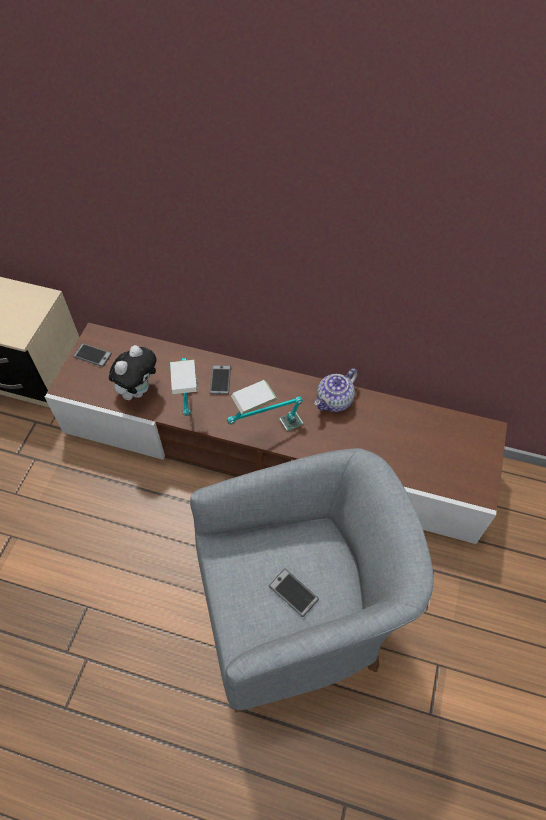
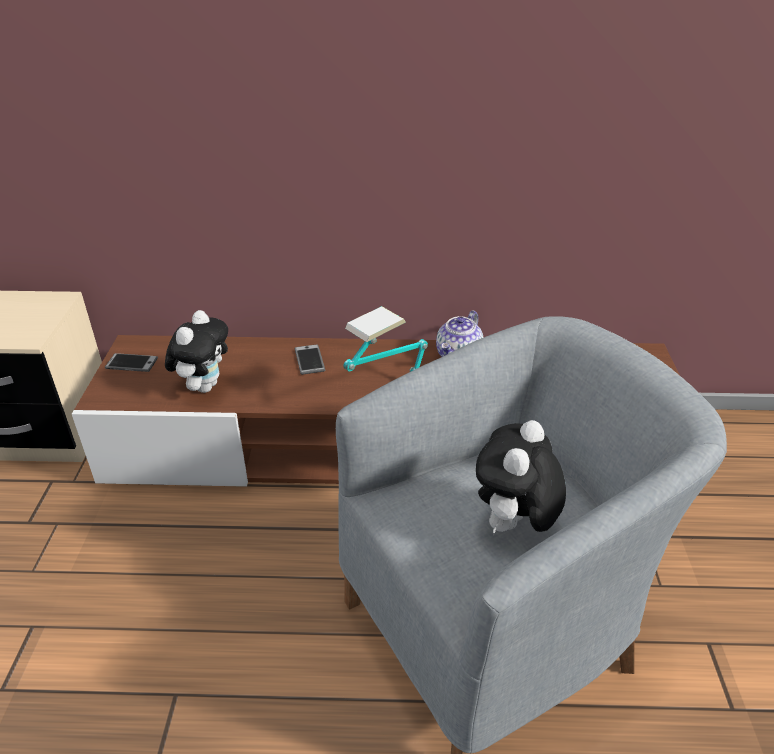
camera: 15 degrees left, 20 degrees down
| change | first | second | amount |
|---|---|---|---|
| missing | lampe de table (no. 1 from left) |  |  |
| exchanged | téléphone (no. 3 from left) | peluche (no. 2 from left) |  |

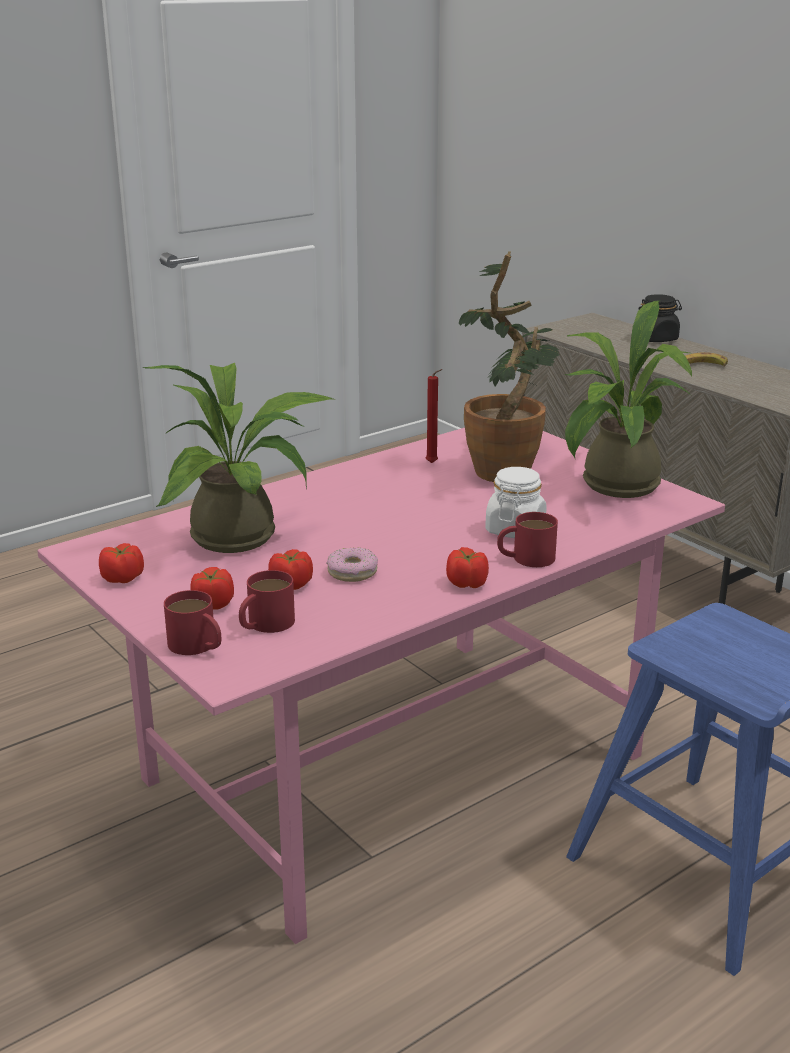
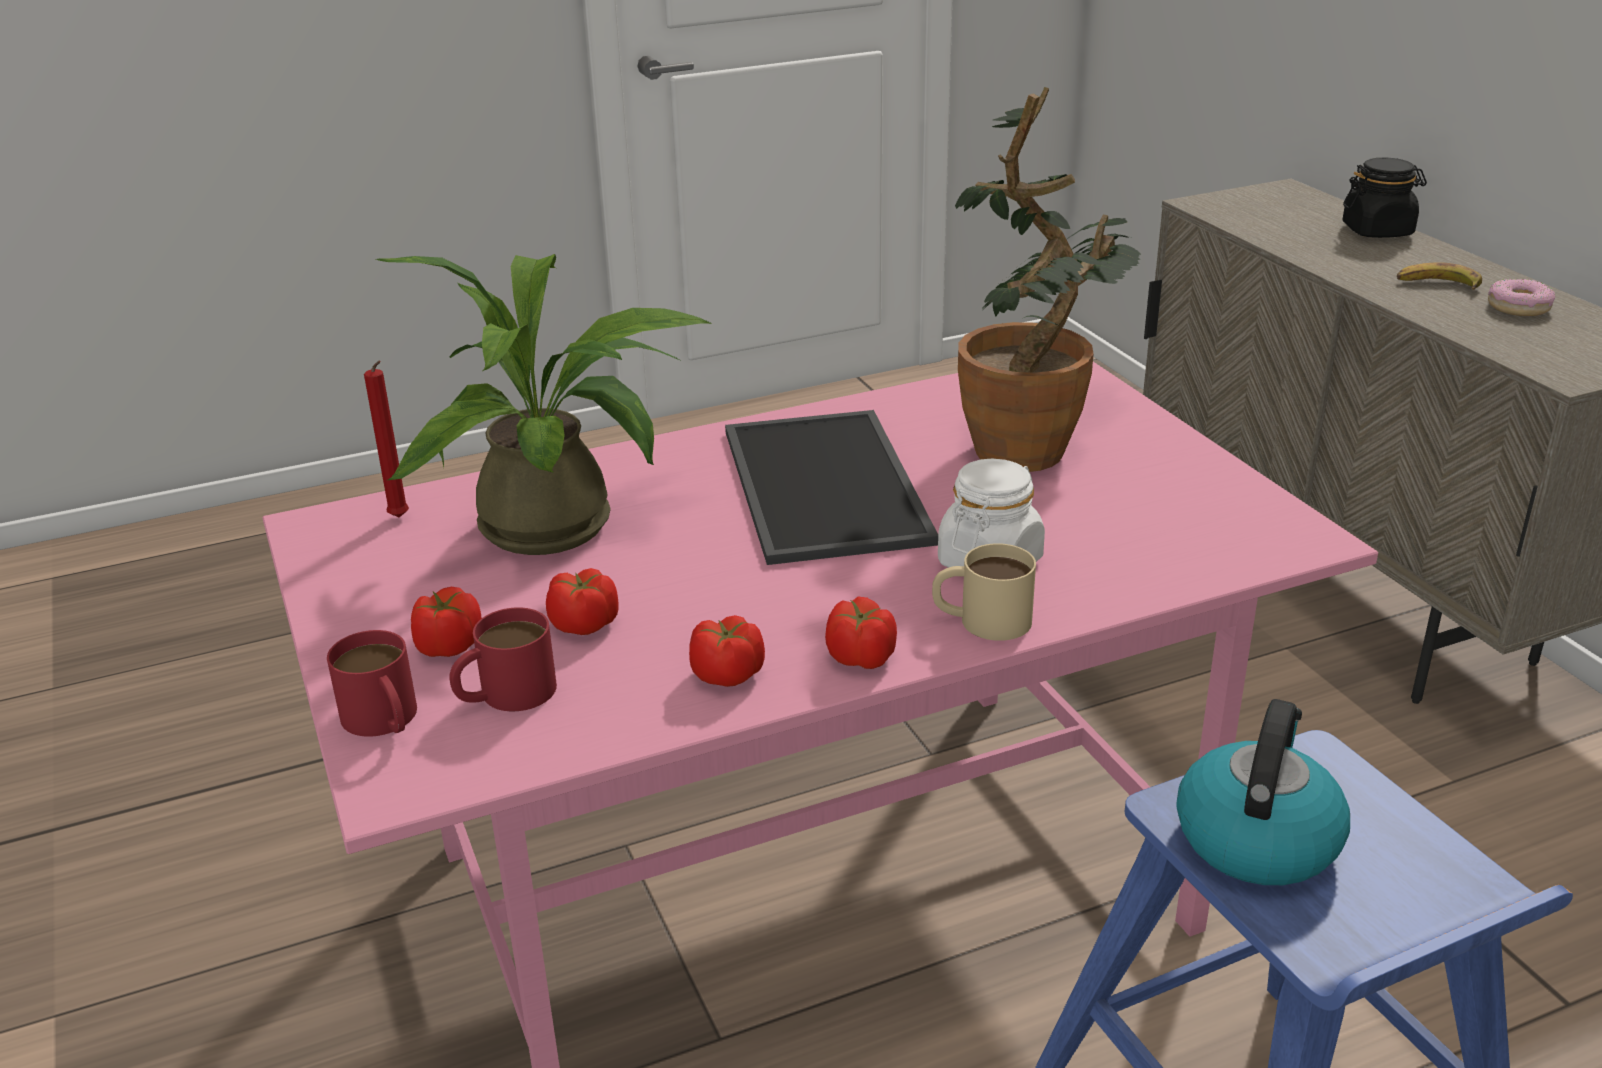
camera: 15 degrees right, 5 degrees up
| change | first | second | amount |
|---|---|---|---|
| missing | plante en pot (no. 3 from left) |  |  |
| relocated | bougie [rouge] |  |  |
| colour | mug [rouge] (no. 3 from left) | mug [beige] |  |
| relocated | tomate (no. 1 from left in the first image) | tomate (no. 3 from left) |  |
| relocated | beignet |  |  |
| appeared |  | plateau |  |
| appeared |  | bouilloire |  |

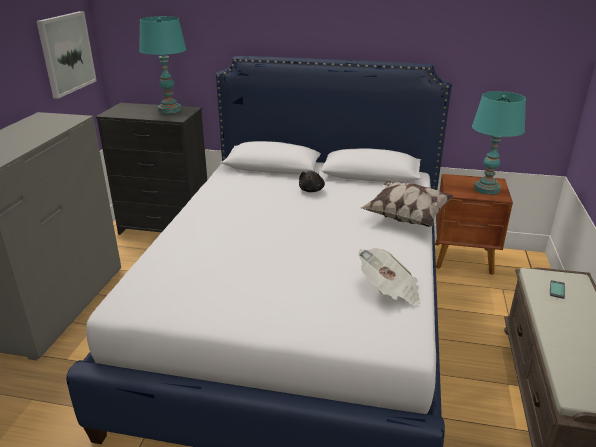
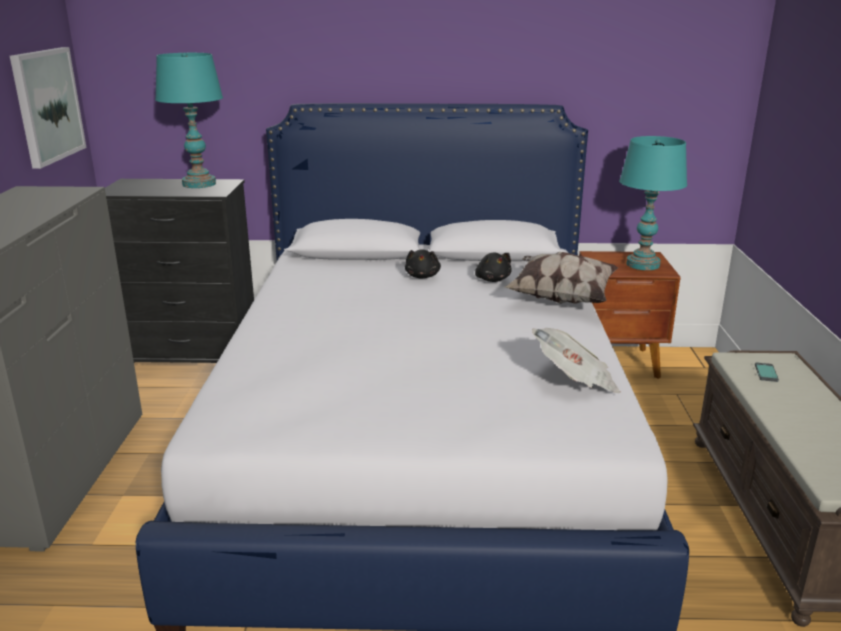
camera: 10 degrees left, 5 degrees down
| change | first | second | amount |
|---|---|---|---|
| appeared |  | peluche [noir] (no. 2 from left) |  |

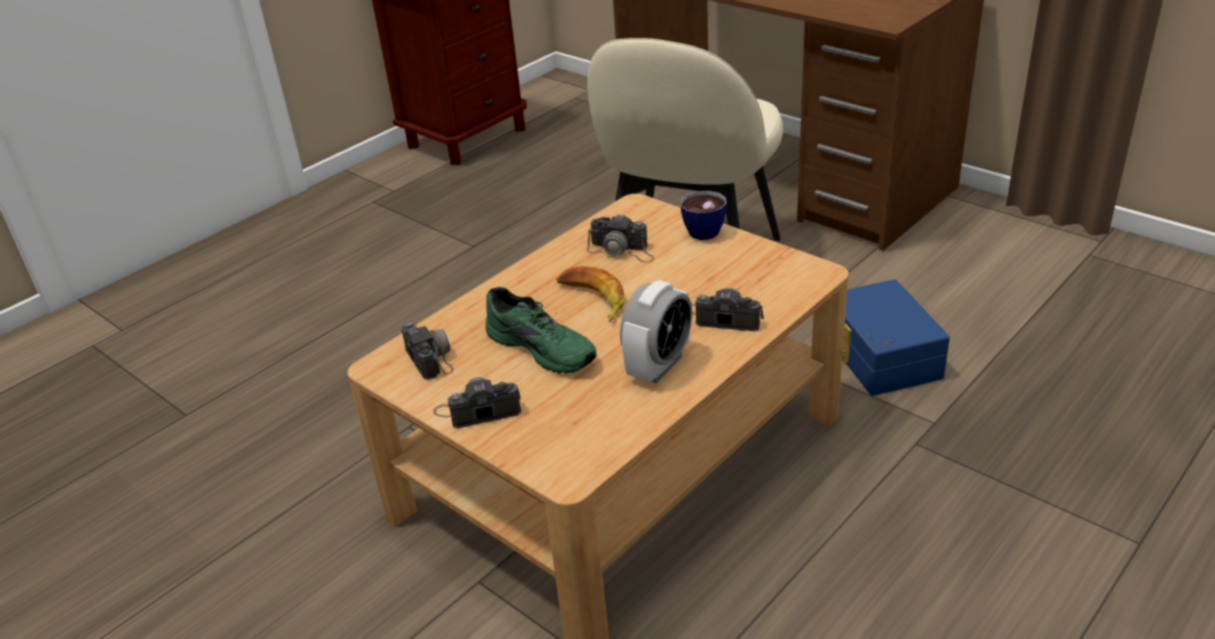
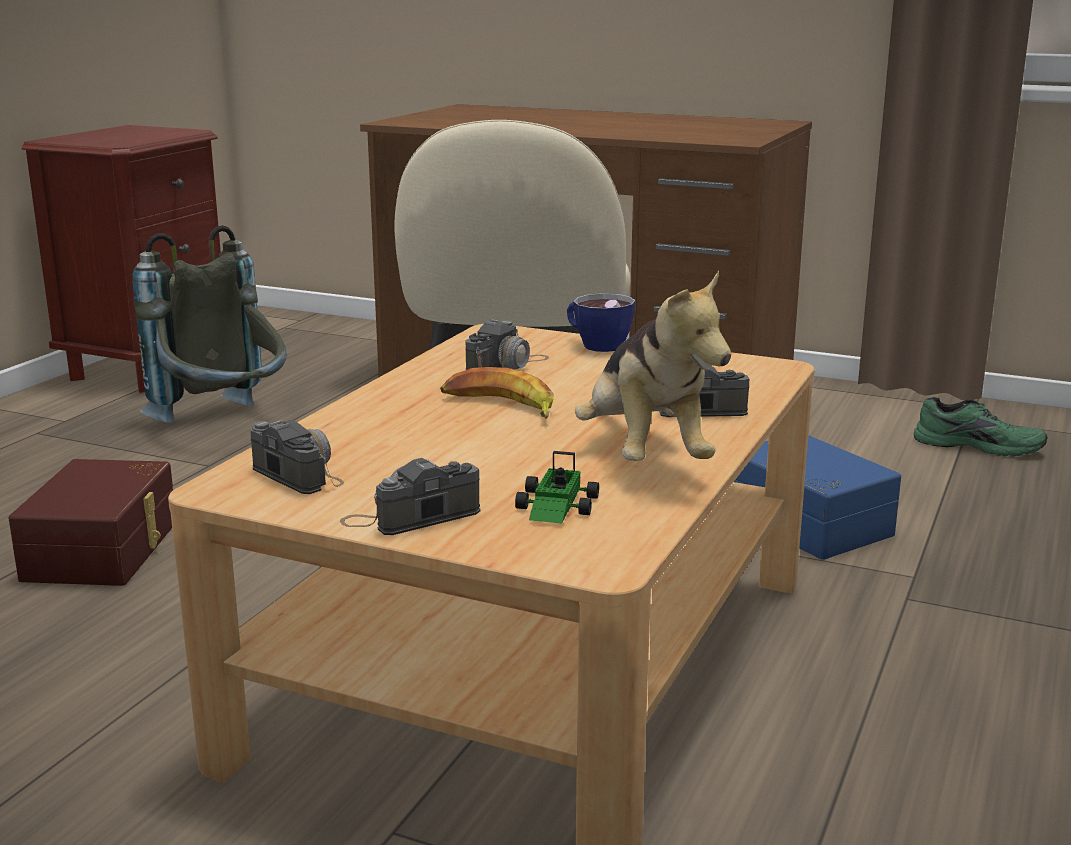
camera: 20 degrees left, 15 degrees down
| change | first | second | amount |
|---|---|---|---|
| spun | appareil photo (no. 3 from left) |  | 60 degrees counterclockwise |
| exchanged | réveil | peluche |  |
| relocated | chaussure [vert] |  |  |
| appeared |  | sac à dos [gris] |  |
| appeared |  | petite voiture |  |
| appeared |  | boîte de rangement [marron] |  |

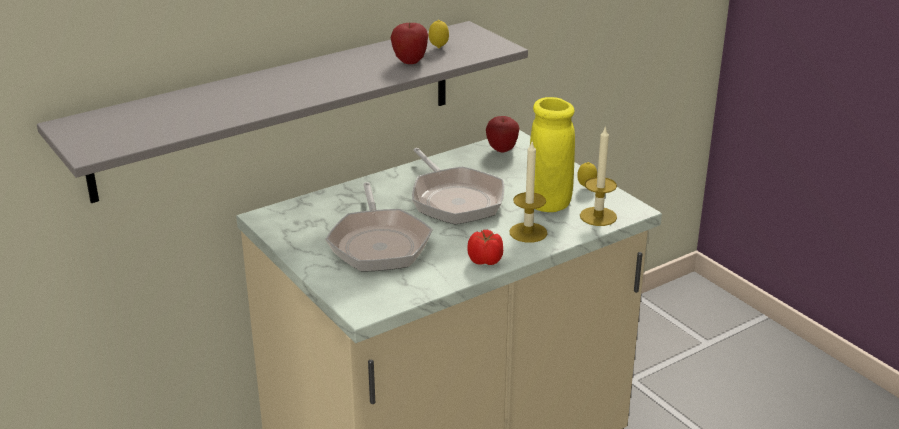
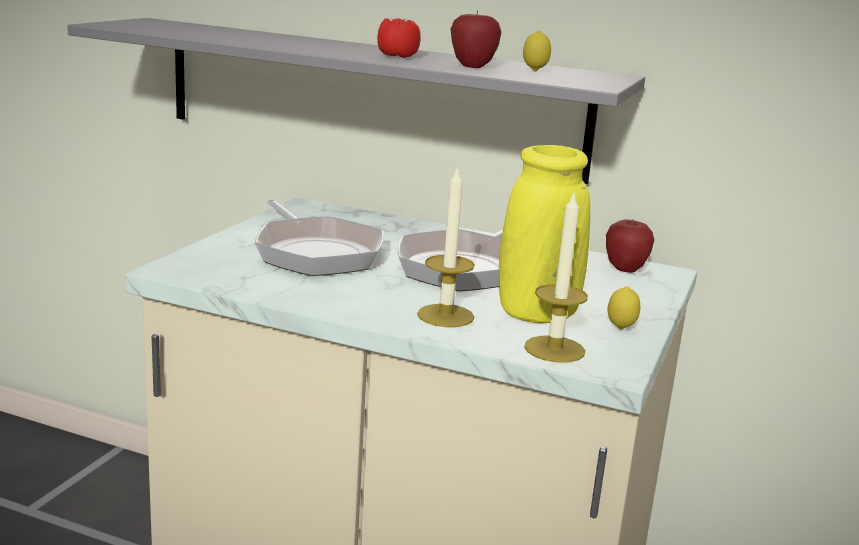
camera: 55 degrees right, 10 degrees down
| change | first | second | amount |
|---|---|---|---|
| spun | poêle (no. 1 from left) |  | 75 degrees counterclockwise |
| relocated | tomate |  |  |

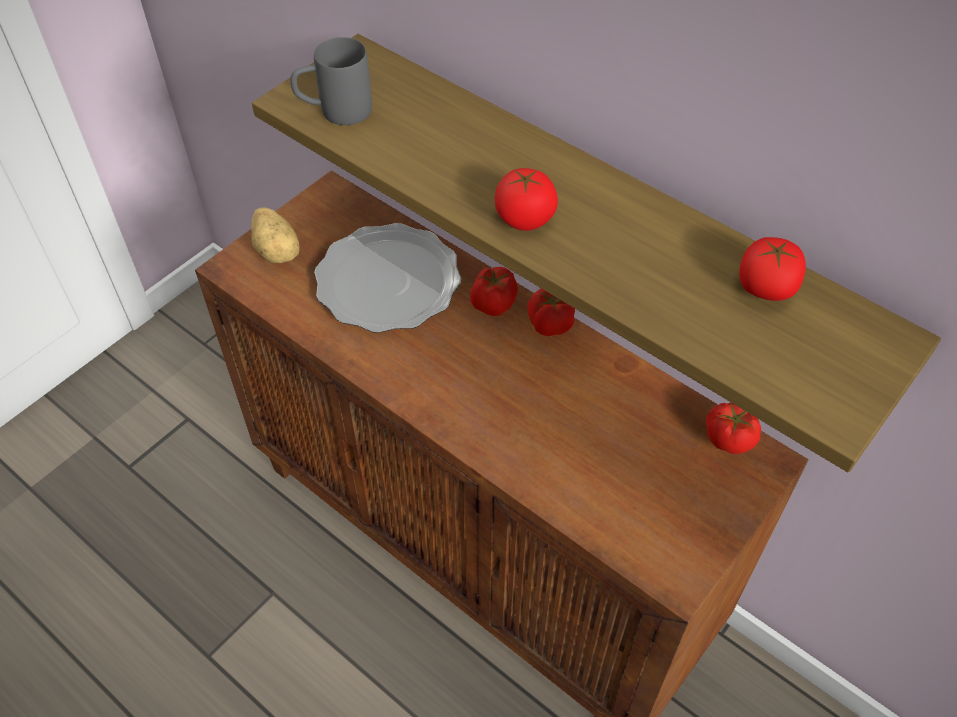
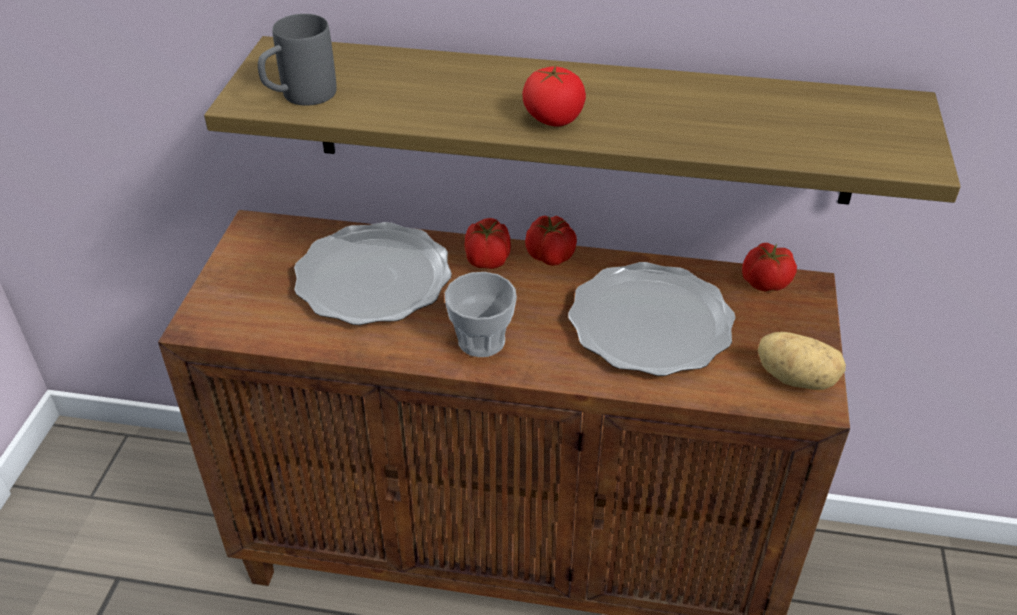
camera: 30 degrees left, 10 degrees down
| change | first | second | amount |
|---|---|---|---|
| relocated | pomme de terre |  |  |
| missing | tomate (no. 5 from left) |  |  |
| appeared |  | assiette (no. 2 from left) |  |
| appeared |  | tasse |  |

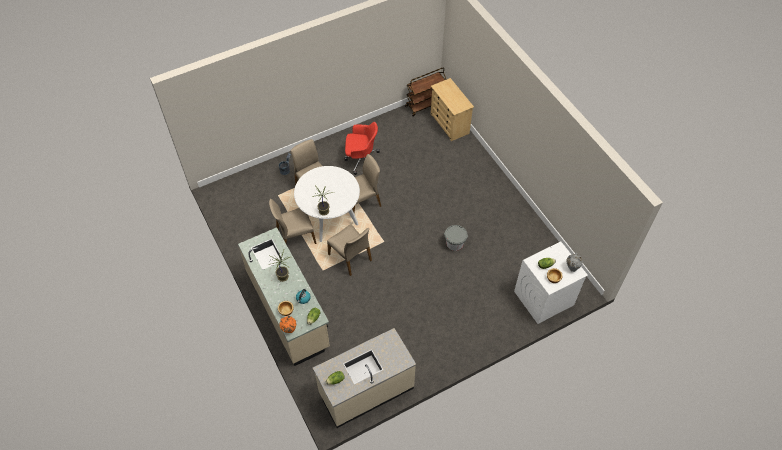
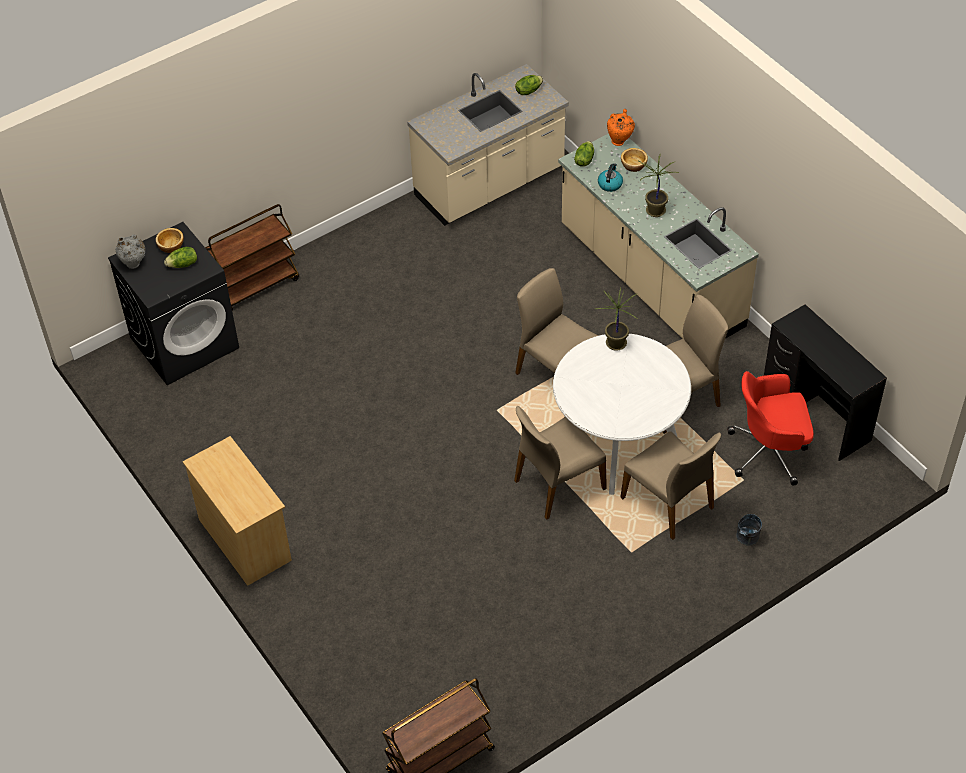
camera: 175 degrees right, 5 degrees down
| change | first | second | amount |
|---|---|---|---|
| relocated | commode [beige] |  |  |
| relocated | chaise de bureau [rouge] |  |  |
| missing | seau [gris] (no. 2 from left) |  |  |
| colour | lave-linge [blanc] | lave-linge [noir] |  |
| appeared |  | chariot [marron] (no. 1 from left) |  |
| appeared |  | bureau [noir] |  |

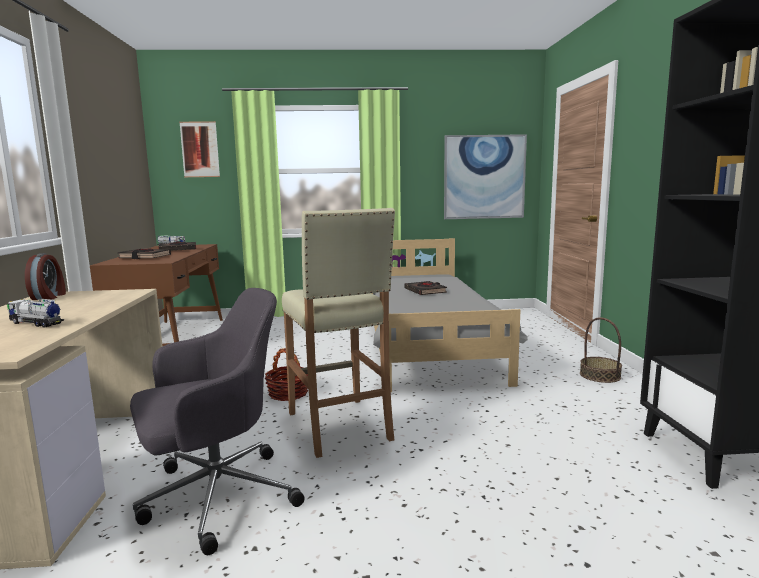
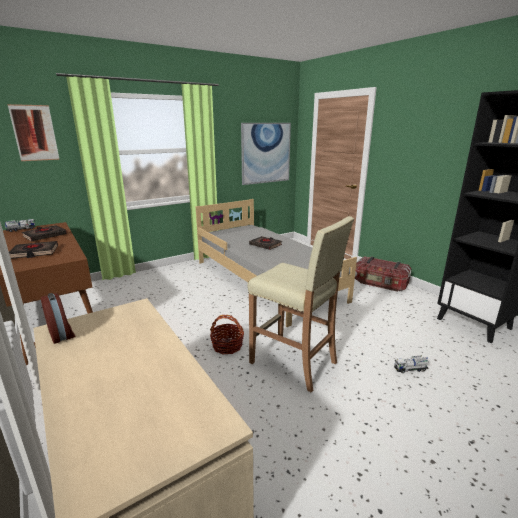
camera: 30 degrees left, 10 degrees up
| change | first | second | amount |
|---|---|---|---|
| missing | chaise de bureau [gris] |  |  |
| relocated | camion jouet (no. 1 from left in the first image) | camion jouet (no. 2 from left) |  |
| exchanged | panier (no. 2 from left) | boîte de rangement |  |

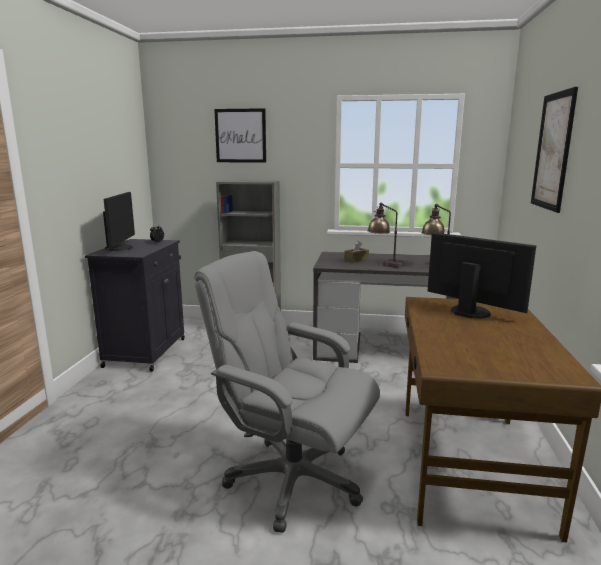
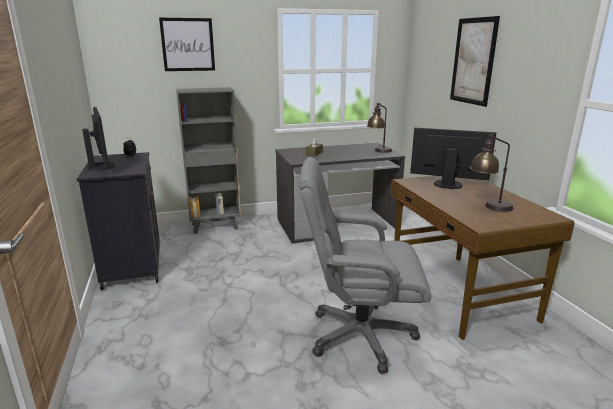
camera: 25 degrees left, 5 degrees up
| change | first | second | amount |
|---|---|---|---|
| relocated | lampe de table (no. 1 from left in the first image) | lampe de table (no. 2 from left) |  |

